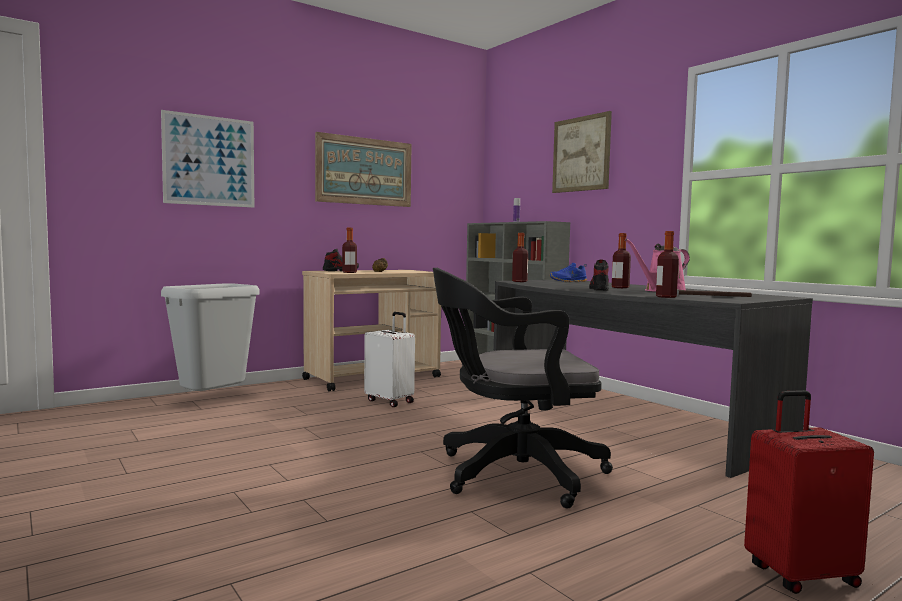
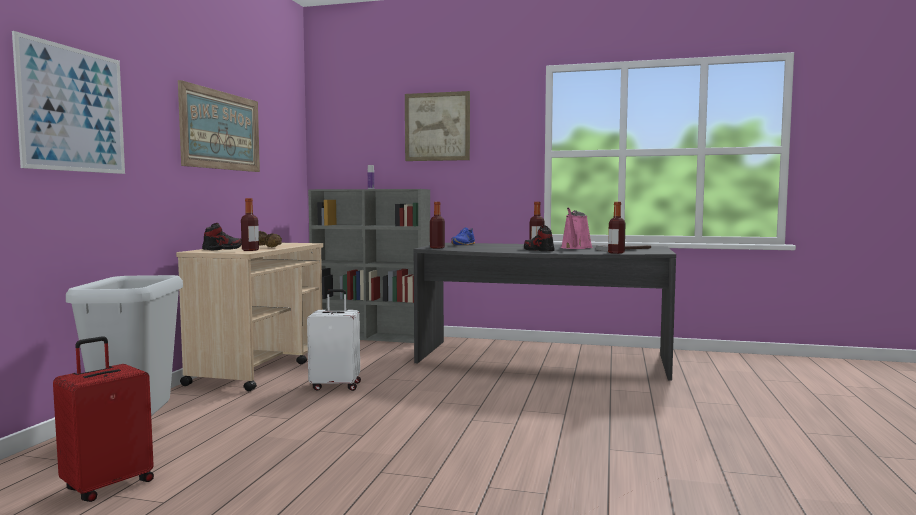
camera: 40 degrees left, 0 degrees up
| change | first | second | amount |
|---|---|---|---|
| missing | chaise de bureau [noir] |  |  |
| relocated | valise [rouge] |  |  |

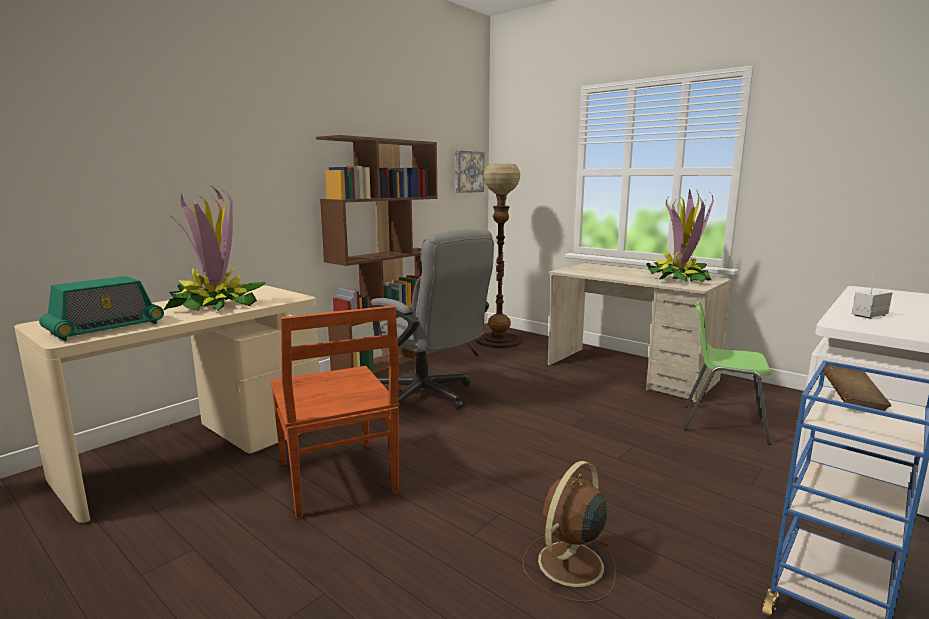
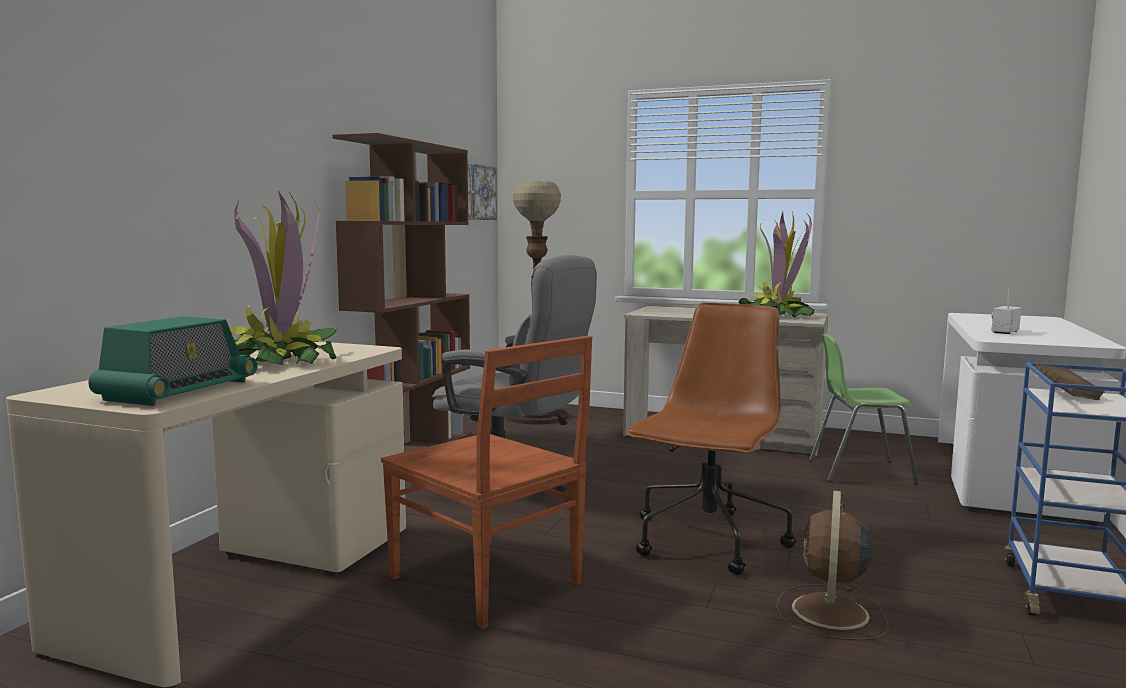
camera: 20 degrees left, 5 degrees down
| change | first | second | amount |
|---|---|---|---|
| appeared |  | chaise de bureau [marron] |  |

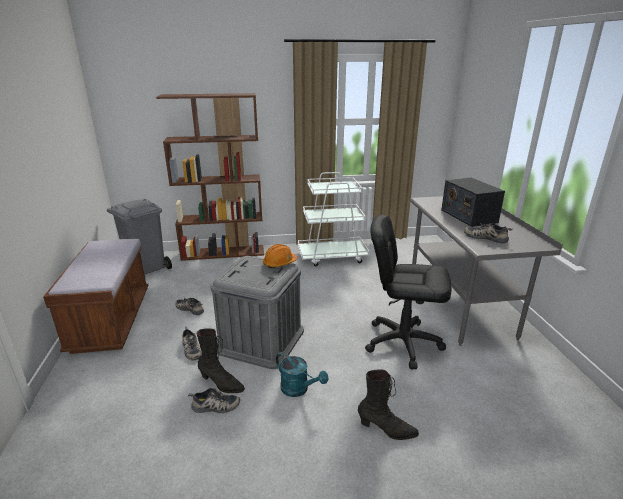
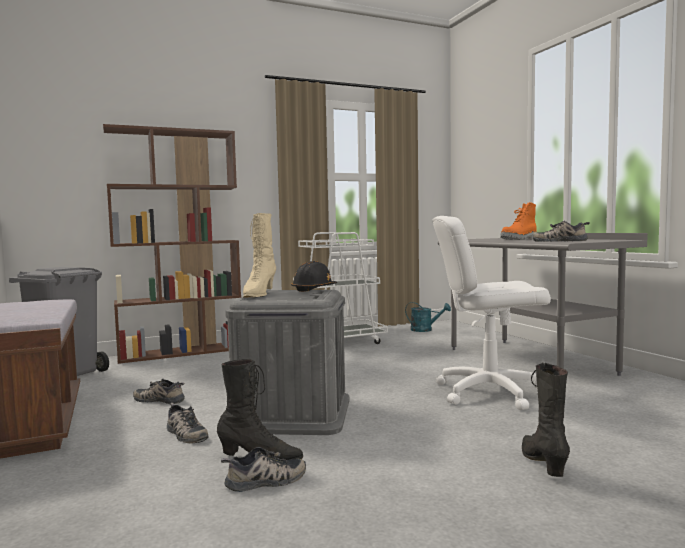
camera: 15 degrees left, 20 degrees down
| change | first | second | amount |
|---|---|---|---|
| exchanged | radio | botte [orange] |  |
| colour | chaise de bureau [noir] | chaise de bureau [blanc] |  |
| colour | casque de chantier [orange] | casque de chantier [noir] |  |
| relocated | arrosoir [turquoise] |  |  |
| spun | botte [noir] (no. 2 from left) |  | 90 degrees counterclockwise |
| appeared |  | botte [beige] |  |

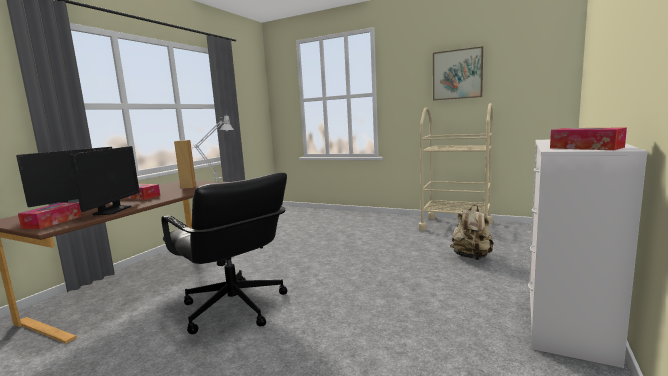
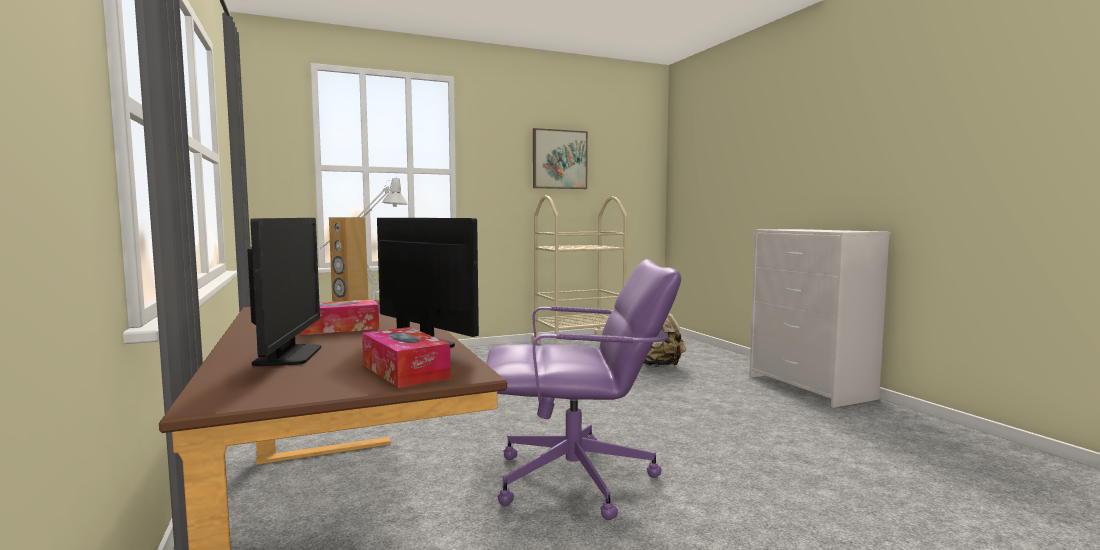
camera: 50 degrees left, 5 degrees down
| change | first | second | amount |
|---|---|---|---|
| missing | boîte à mouchoirs (no. 3 from left) |  |  |
| colour | chaise de bureau [noir] | chaise de bureau [violet] |  |

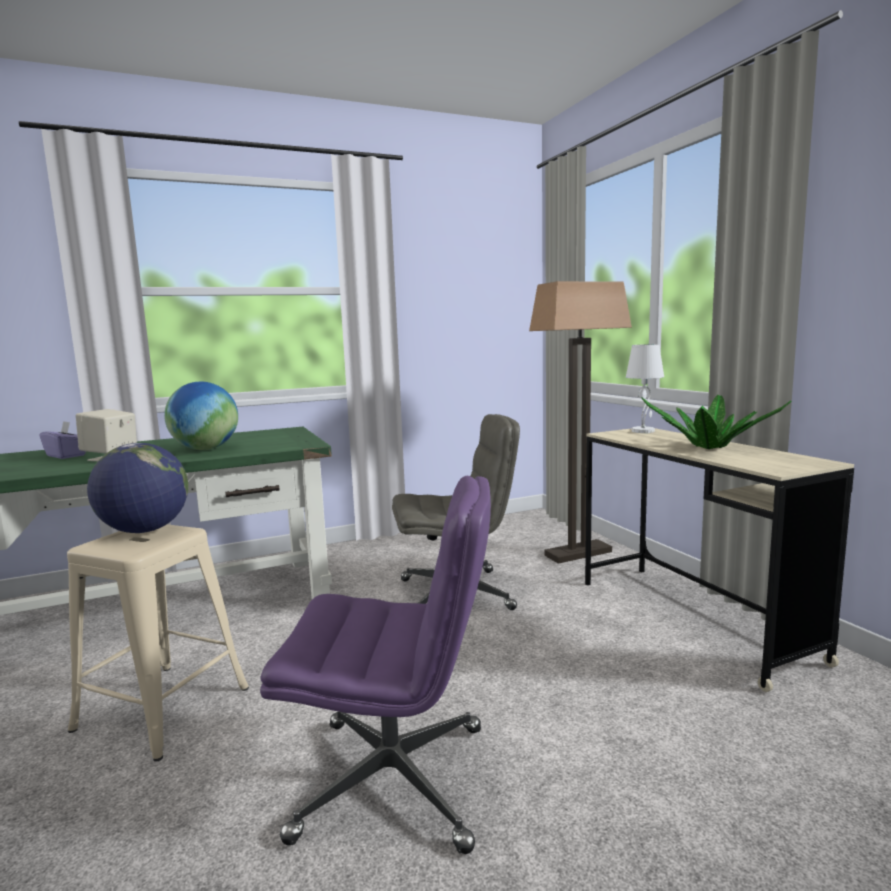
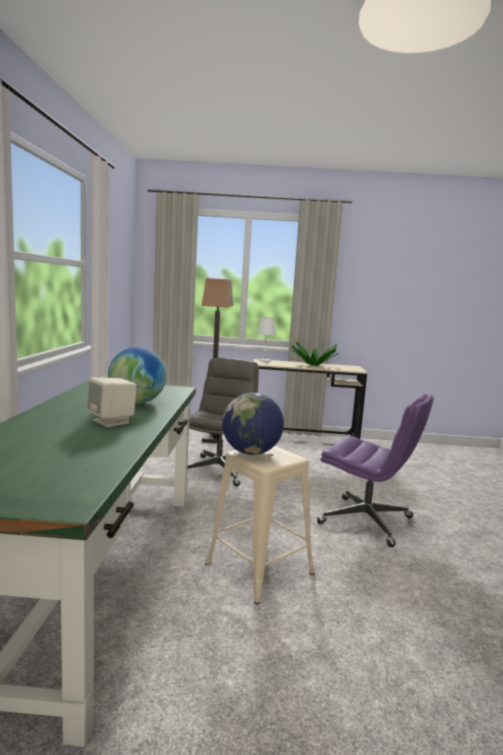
camera: 65 degrees left, 0 degrees up
| change | first | second | amount |
|---|---|---|---|
| missing | boîte à mouchoirs [violet] |  |  |
| spun | chaise de bureau [violet] |  | 90 degrees clockwise |

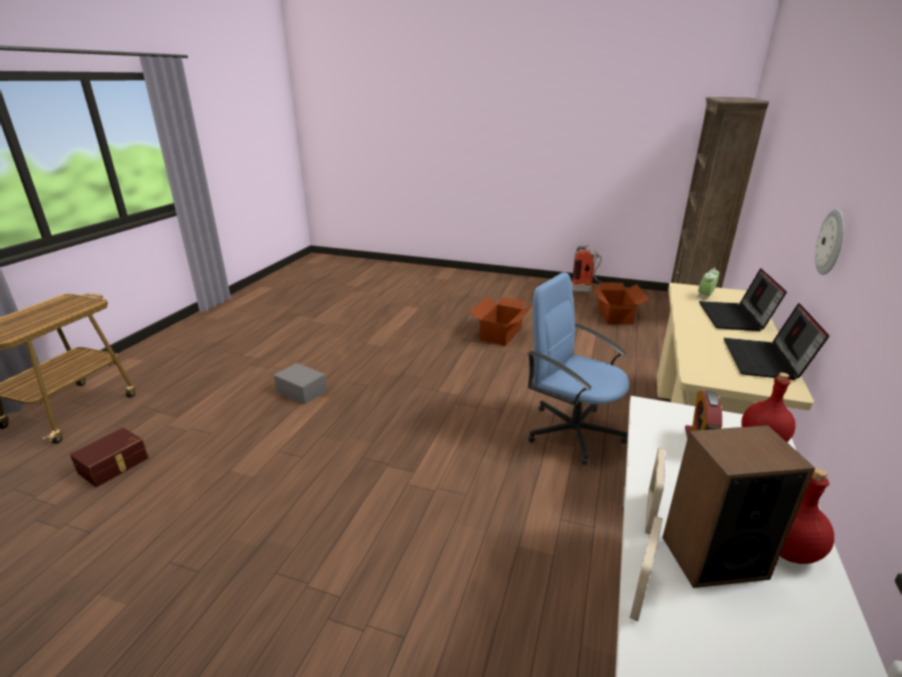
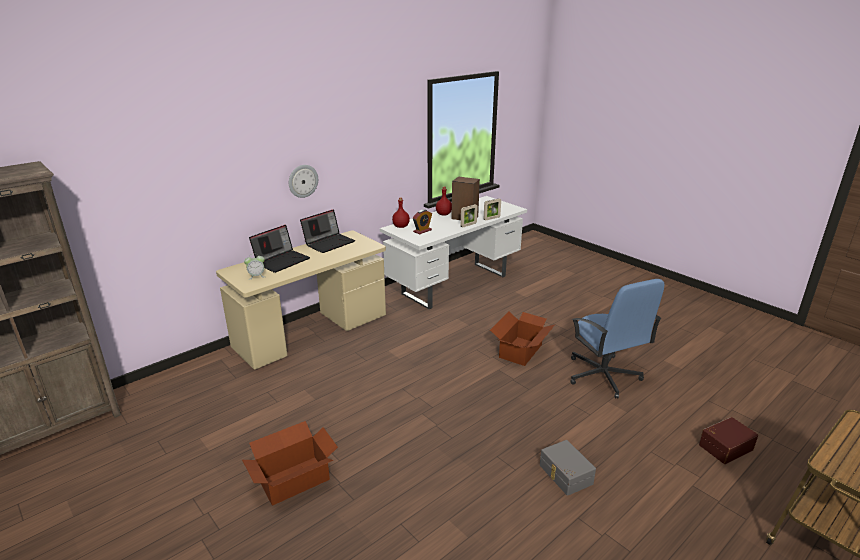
camera: 150 degrees left, 0 degrees up
| change | first | second | amount |
|---|---|---|---|
| missing | extincteur |  |  |
| relocated | chaise de bureau [bleu] |  |  |
| relocated | carton (no. 2 from left) |  |  |

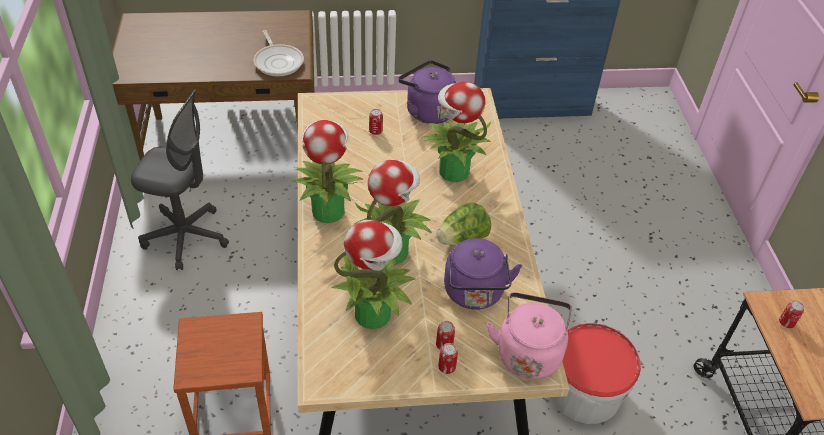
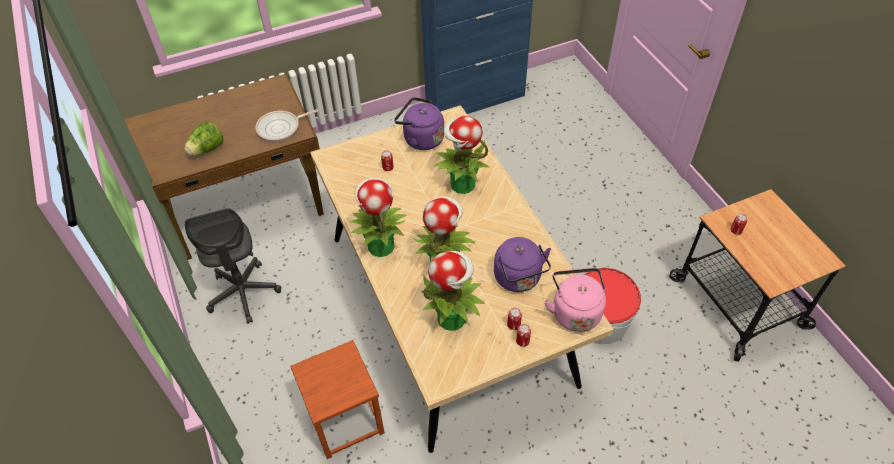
camera: 15 degrees left, 5 degrees up
| change | first | second | amount |
|---|---|---|---|
| spun | poêle |  | 105 degrees clockwise |
| spun | chaise de bureau [gris] |  | 75 degrees clockwise |
| relocated | laitue |  |  |

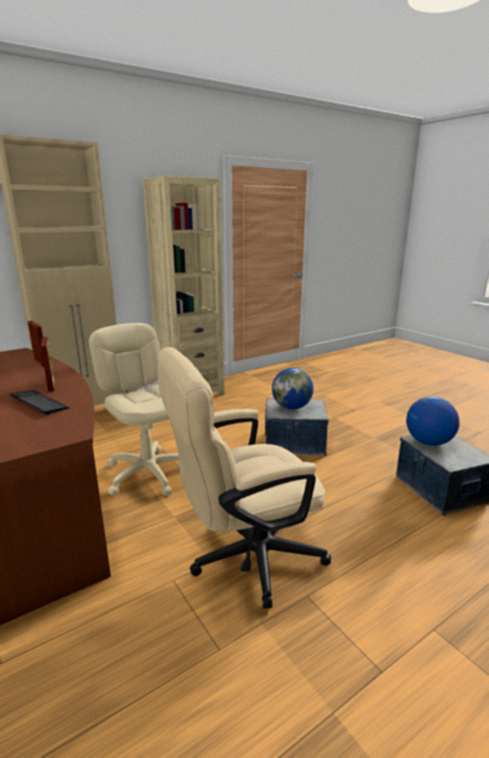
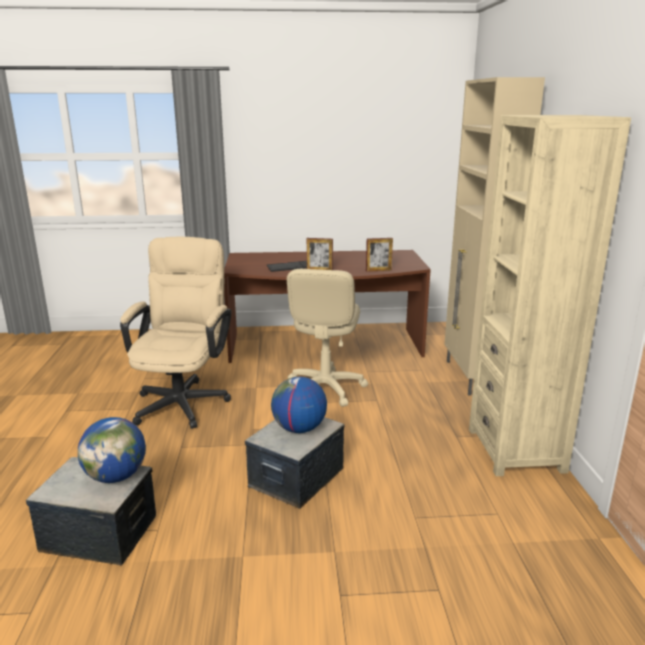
camera: 120 degrees right, 0 degrees up
| change | first | second | amount |
|---|---|---|---|
| spun | chaise de bureau [beige] (no. 1 from left in the first image) | chaise de bureau [beige] (no. 2 from left) | 105 degrees clockwise |

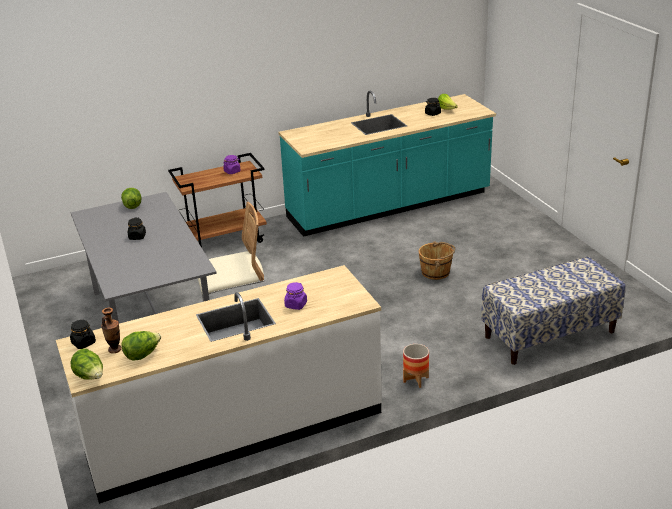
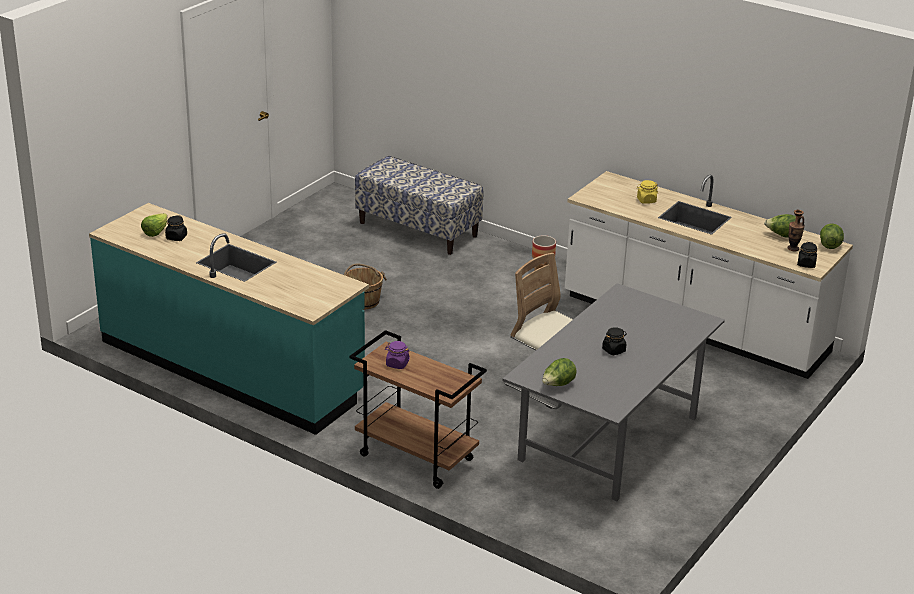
camera: 125 degrees left, 0 degrees up
| change | first | second | amount |
|---|---|---|---|
| colour | bocal [violet] (no. 2 from left) | bocal [jaune] |  |

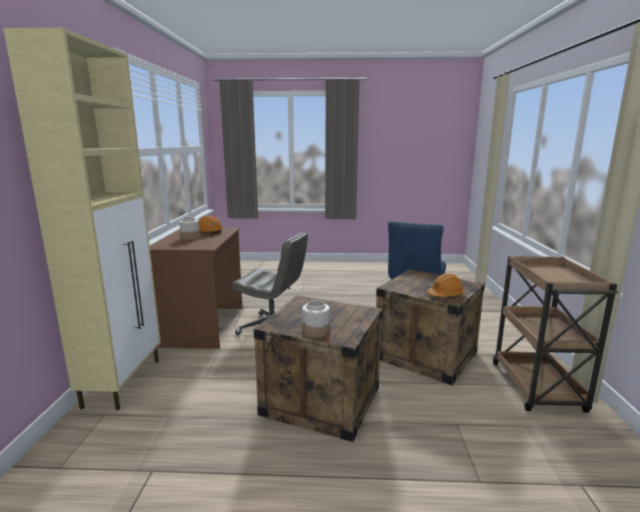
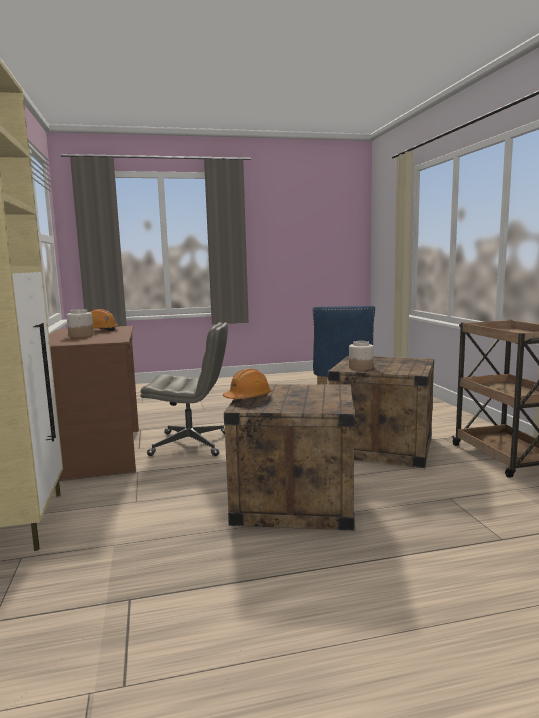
camera: 15 degrees left, 5 degrees down
| change | first | second | amount |
|---|---|---|---|
| relocated | casque de chantier [orange] (no. 2 from left) |  |  |
| relocated | bocal (no. 2 from left) |  |  |

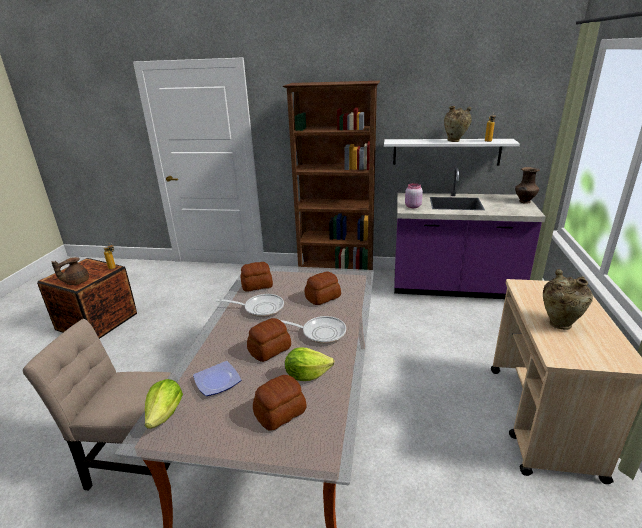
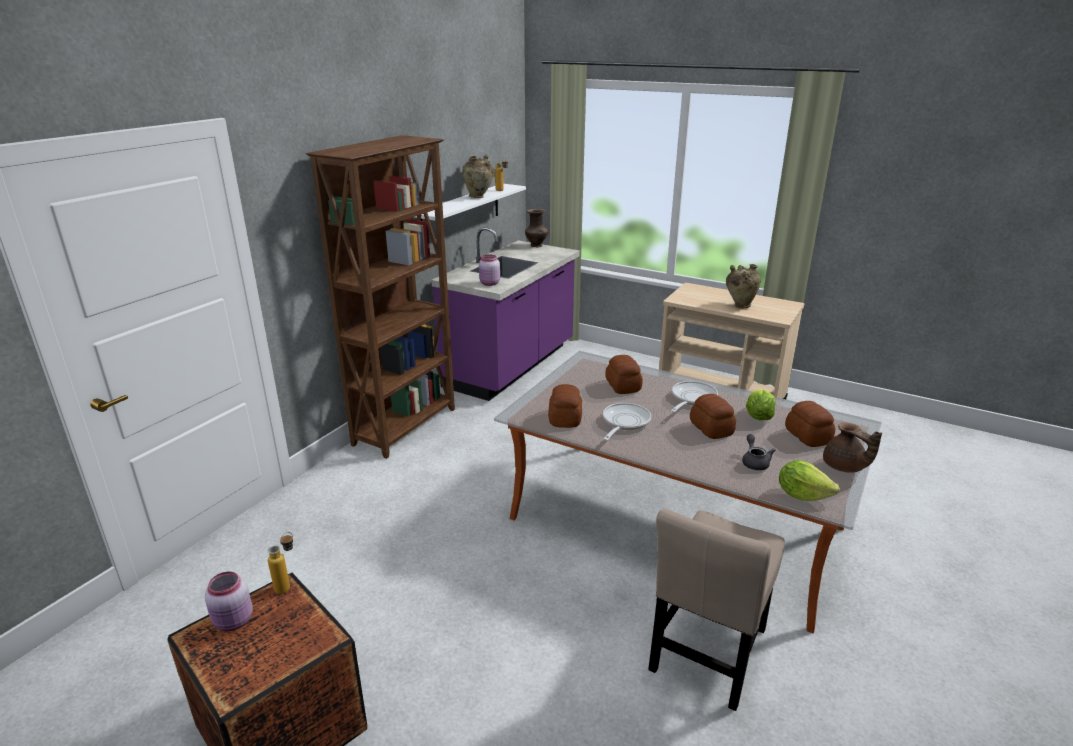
camera: 70 degrees left, 0 degrees up
| change | first | second | amount |
|---|---|---|---|
| relocated | théière [marron] |  |  |
| exchanged | assiette | théière [gris] |  |
| appeared |  | bocal [rose] (no. 1 from left) |  |

